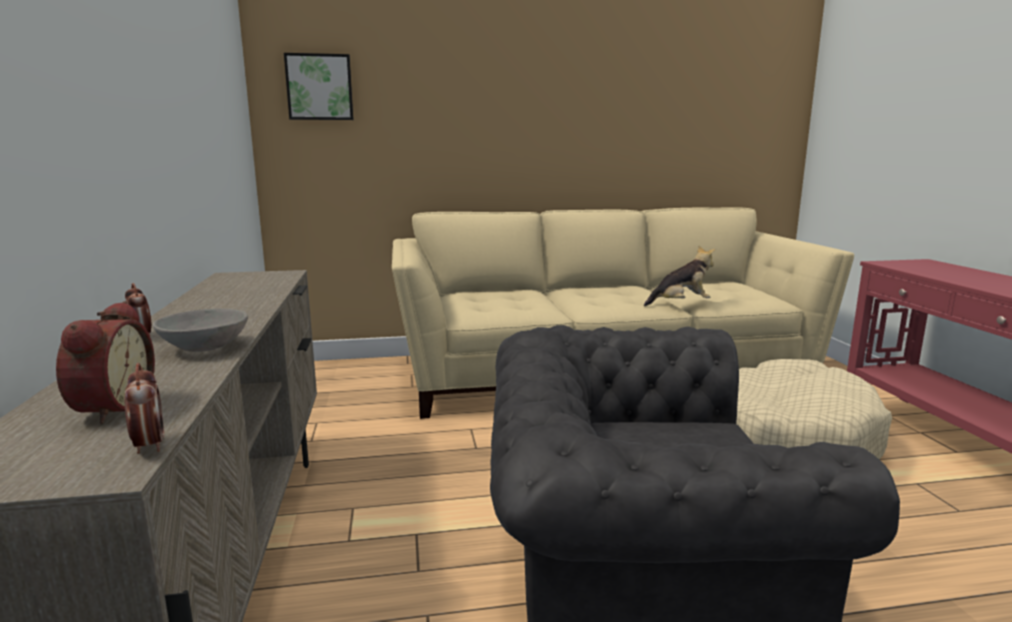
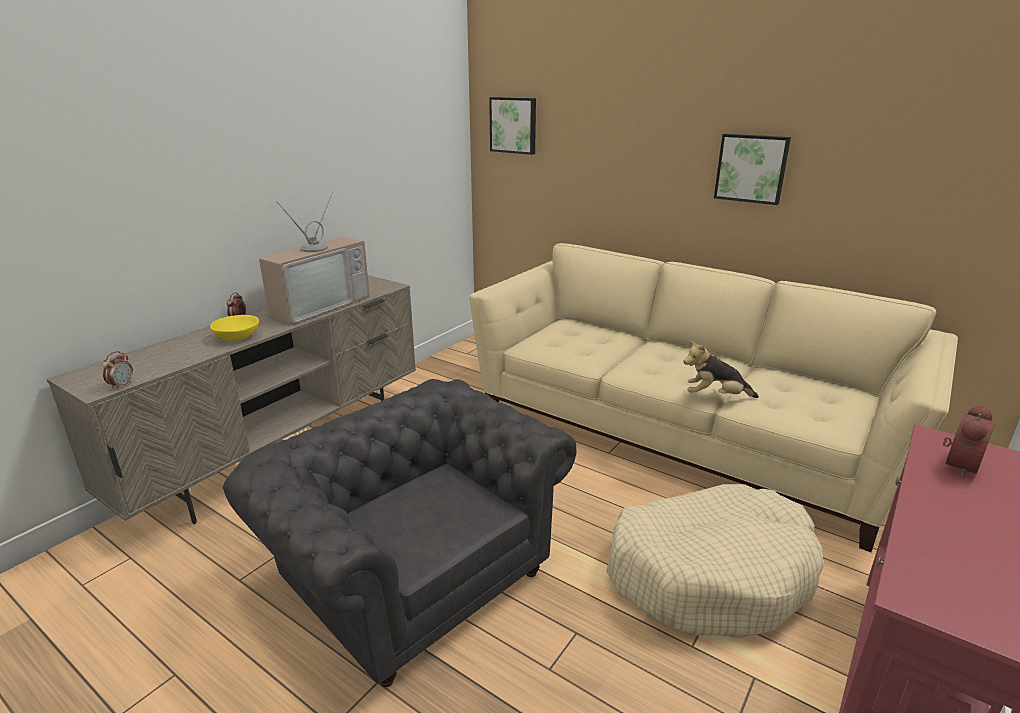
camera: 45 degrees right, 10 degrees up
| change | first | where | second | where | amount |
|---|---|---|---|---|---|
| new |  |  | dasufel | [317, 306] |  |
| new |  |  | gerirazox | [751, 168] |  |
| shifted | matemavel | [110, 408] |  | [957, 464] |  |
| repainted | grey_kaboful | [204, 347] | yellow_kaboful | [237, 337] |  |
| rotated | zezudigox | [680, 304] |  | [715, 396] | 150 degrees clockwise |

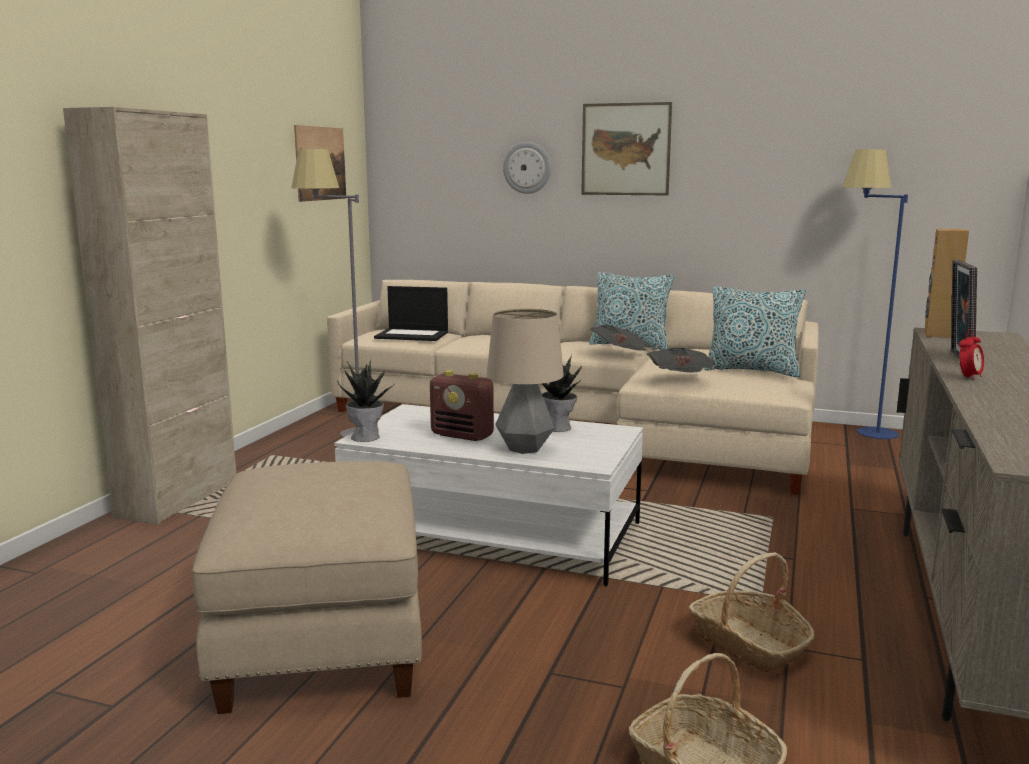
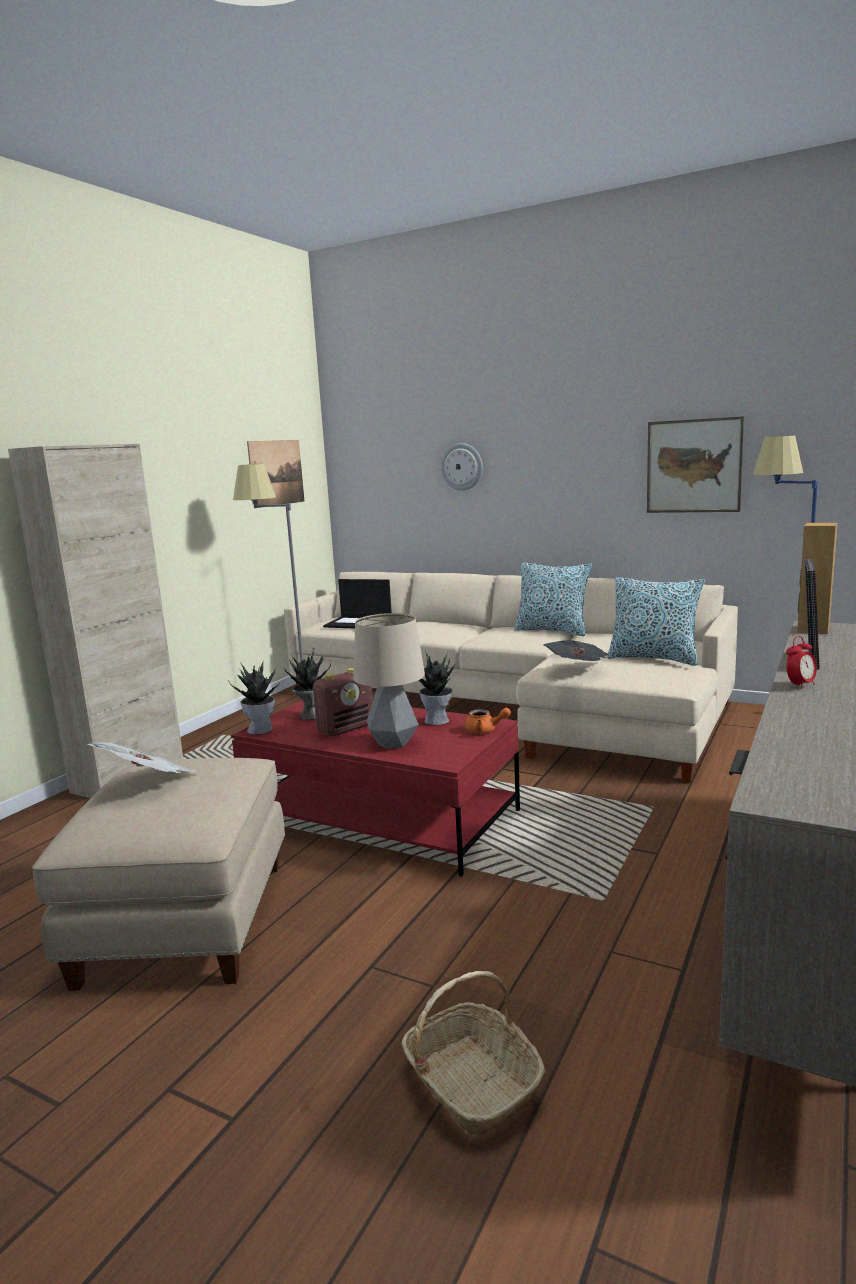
camera: 10 degrees right, 0 degrees up
| change | first | where | second | where | amount |
|---|---|---|---|---|---|
| gone | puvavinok | [749, 644] |  |  |  |
| new |  |  | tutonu | [311, 715] |  |
| new |  |  | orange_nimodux | [485, 730] |  |
| shifted | gerirazox | [626, 149] |  | [694, 466] |  |
| shifted | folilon | [621, 354] |  | [148, 782] |  |
| repainted | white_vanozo | [494, 534] | red_vanozo | [381, 818] |  |
| rotated | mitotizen | [463, 435] |  | [346, 728] | 75 degrees counterclockwise |

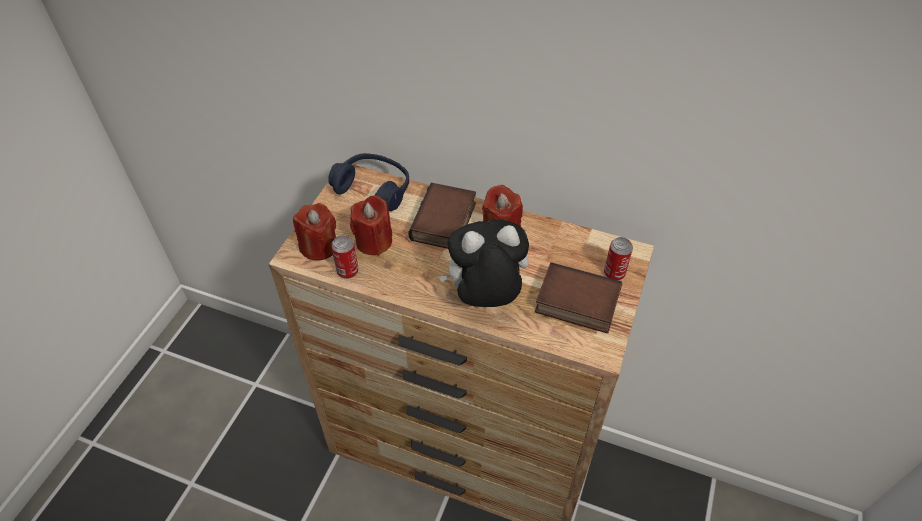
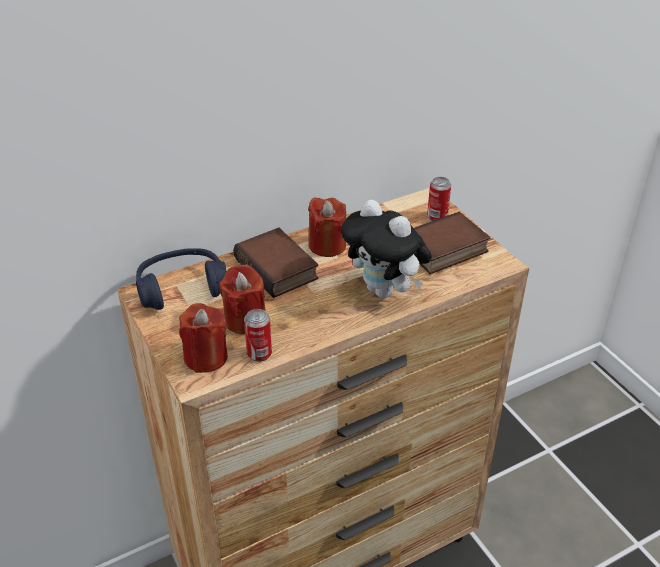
camera: 50 degrees left, 10 degrees down
| change | first | where | second | where | amount |
|---|---|---|---|---|---|
| rotated | zezudigox | [485, 297] |  | [385, 291] | 75 degrees counterclockwise |

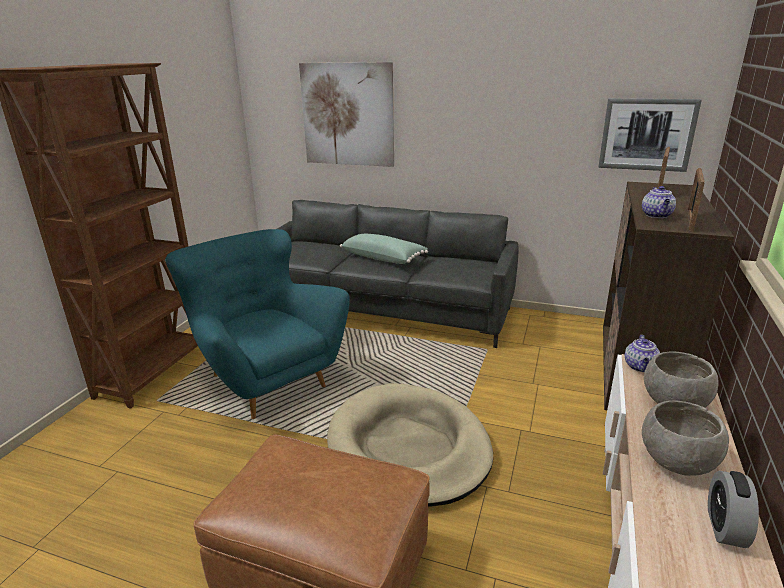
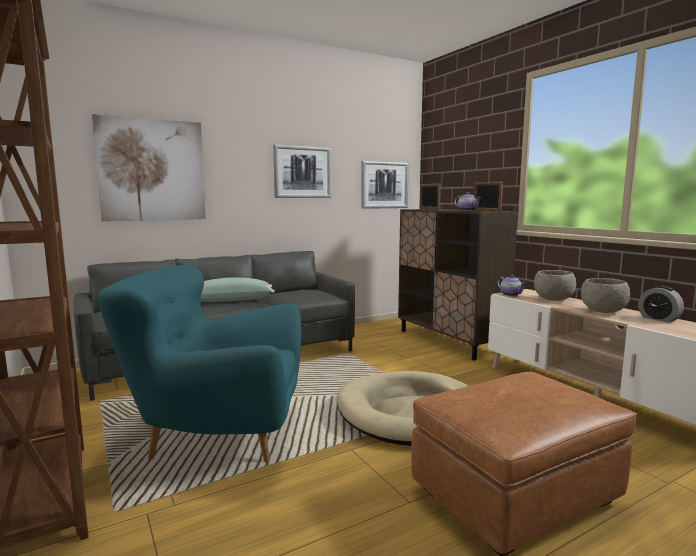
camera: 50 degrees left, 15 degrees down
| change | first | where | second | where | amount |
|---|---|---|---|---|---|
| new |  |  | gerirazox | [302, 172] |  |

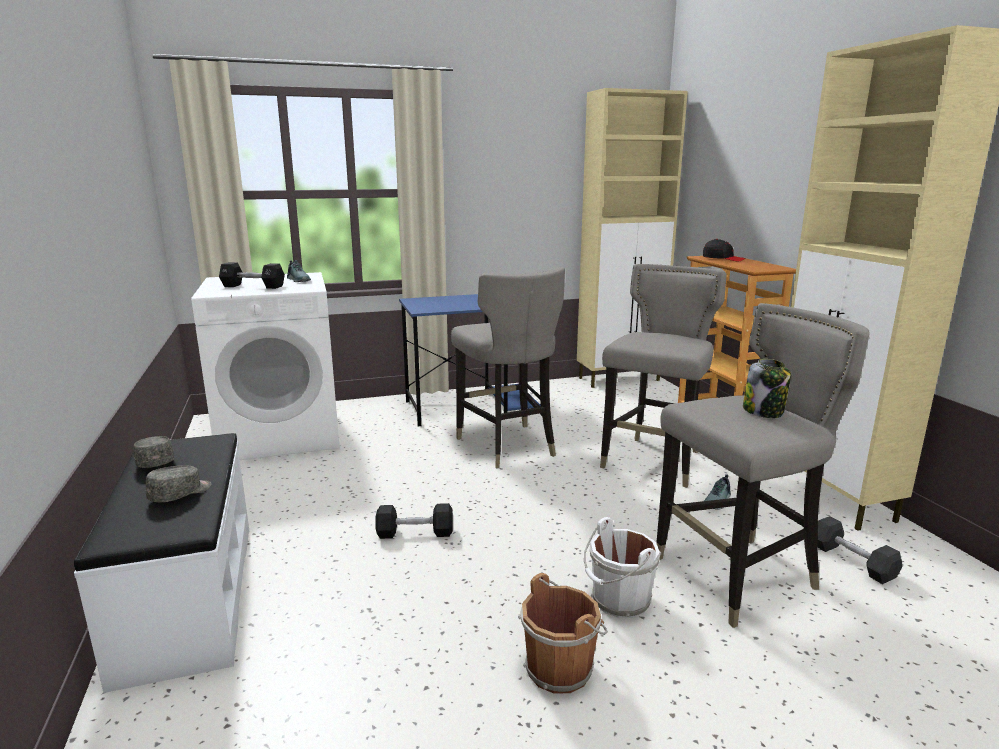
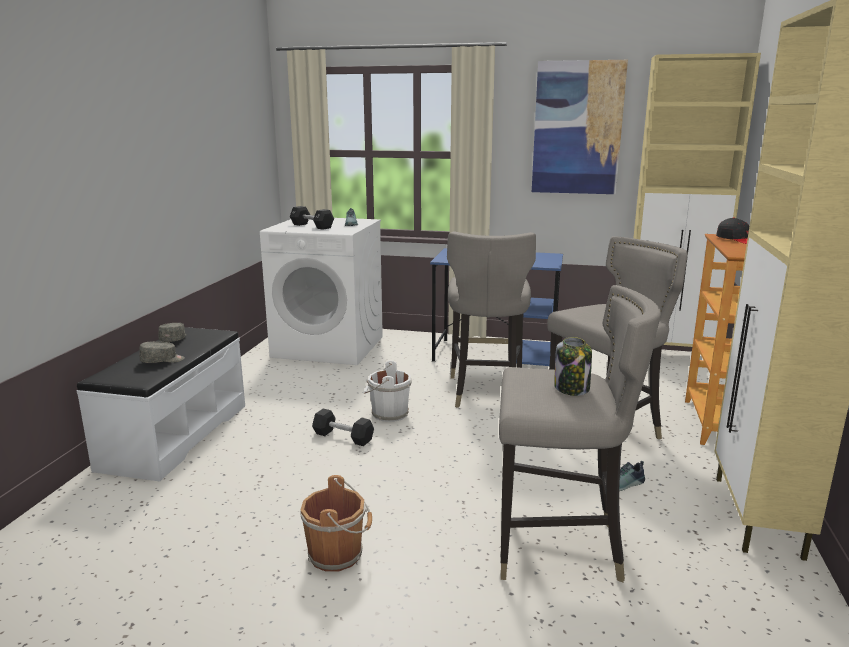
camera: 30 degrees right, 0 degrees up
| change | first | where | second | where | amount |
|---|---|---|---|---|---|
| gone | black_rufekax | [852, 561] |  |  |  |
| new |  |  | gerirazox | [577, 128] |  |
| shifted | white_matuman | [618, 601] |  | [388, 414] |  |

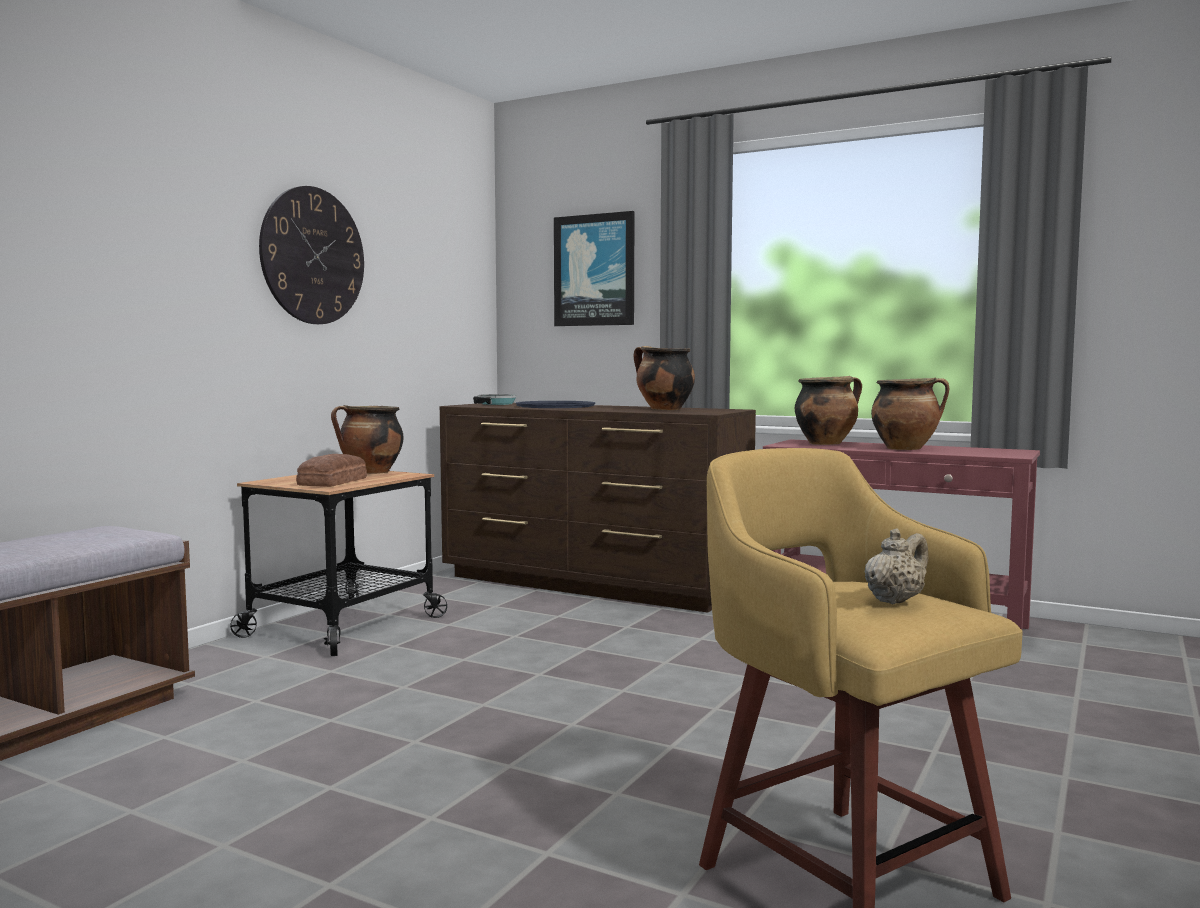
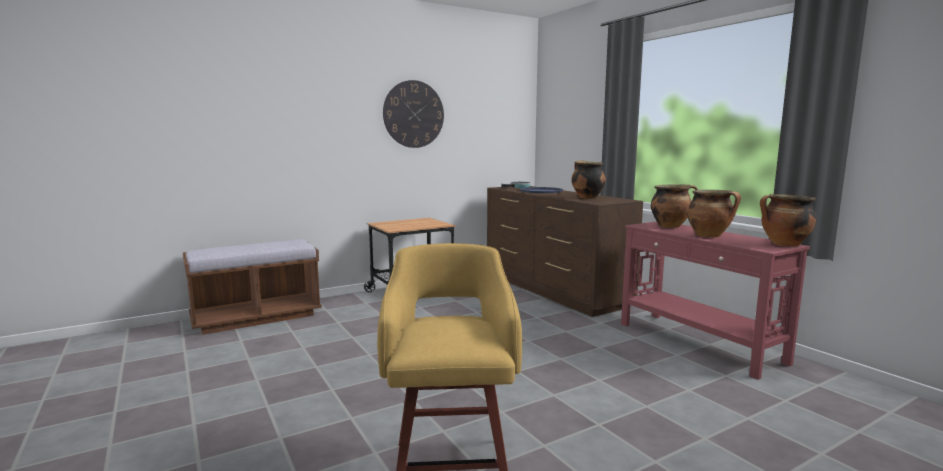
camera: 30 degrees right, 5 degrees up
| change | first | where | second | where | amount |
|---|---|---|---|---|---|
| gone | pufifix | [334, 482] |  |  |  |
| gone | gerirazox | [594, 270] |  |  |  |
| gone | beige_nimodux | [895, 600] |  |  |  |
| shifted | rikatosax | [370, 473] |  | [784, 244] |  |

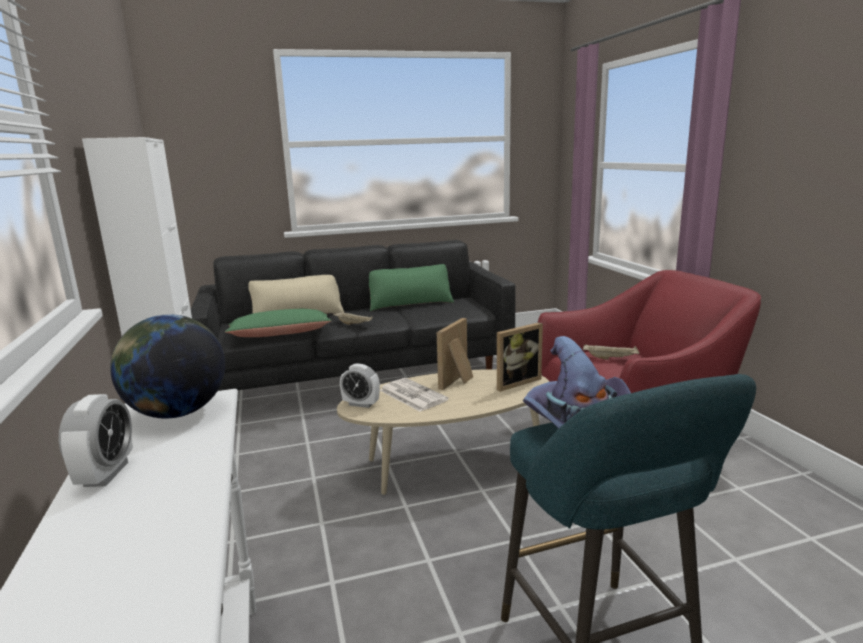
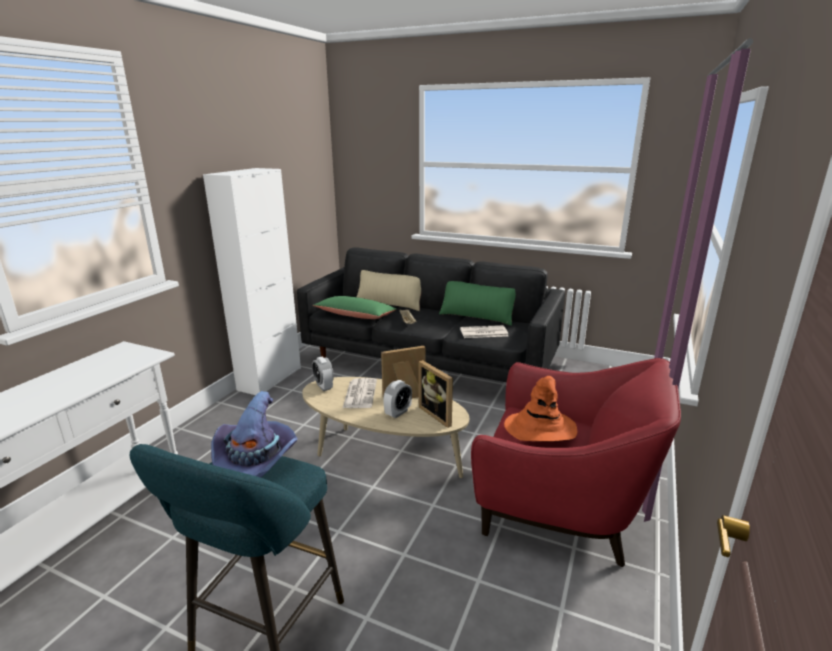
camera: 40 degrees right, 5 degrees up
| change | first | where | second | where | amount |
|---|---|---|---|---|---|
| gone | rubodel | [177, 413] |  |  |  |
| new |  |  | folilon | [483, 332] |  |
| shifted | matemavel | [106, 474] |  | [398, 413] |  |
| swapped | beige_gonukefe | [611, 358] | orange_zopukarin | [540, 428] |  |
| rotated | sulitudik | [515, 382] |  | [439, 414] | 45 degrees clockwise |

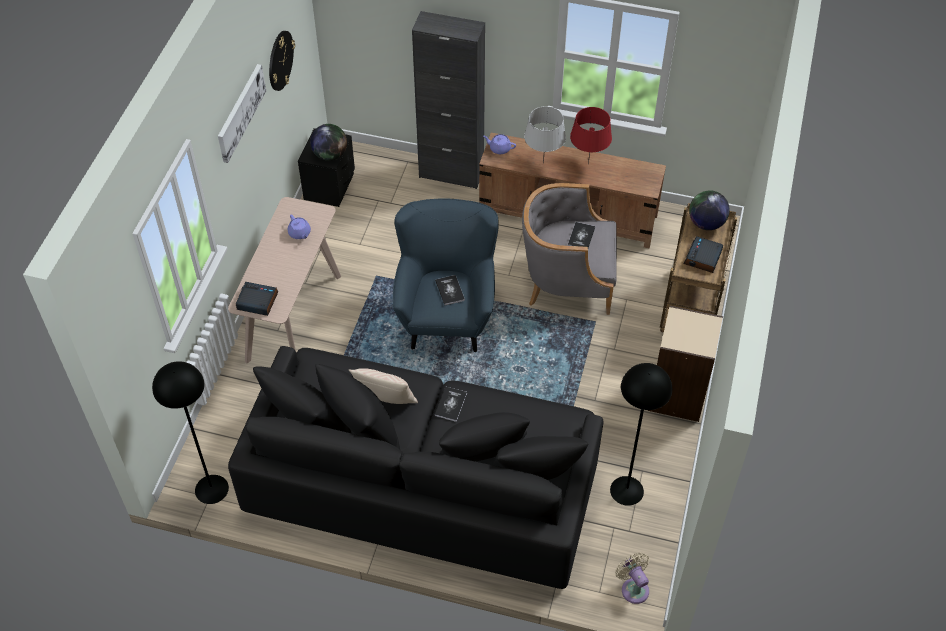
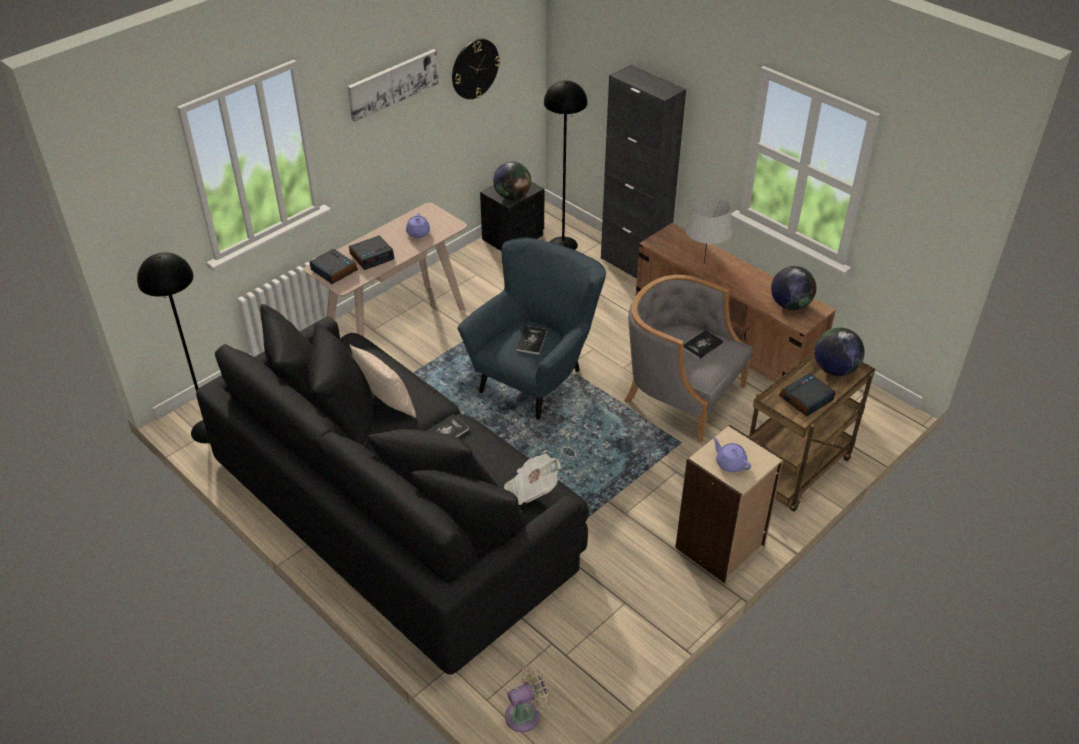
camera: 30 degrees right, 10 degrees down
| change | first | where | second | where | amount |
|---|---|---|---|---|---|
| gone | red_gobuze | [588, 164] |  |  |  |
| new |  |  | matemavel | [372, 256] |  |
| new |  |  | folilon | [532, 489] |  |
| new |  |  | rubodel | [790, 305] |  |
| shifted | purple_nimodux | [499, 148] |  | [730, 463] |  |
| shifted | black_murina | [626, 491] |  | [562, 245] |  |
| rotated | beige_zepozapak | [633, 588] |  | [526, 714] | 60 degrees clockwise |

